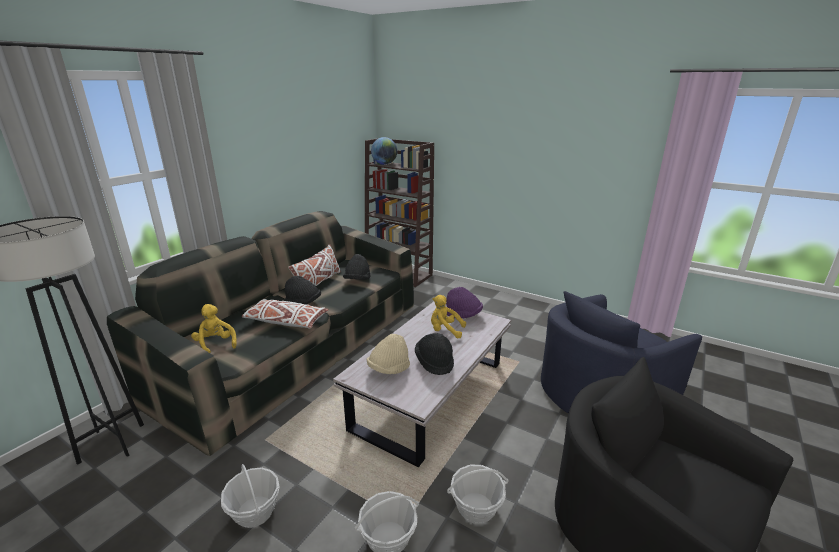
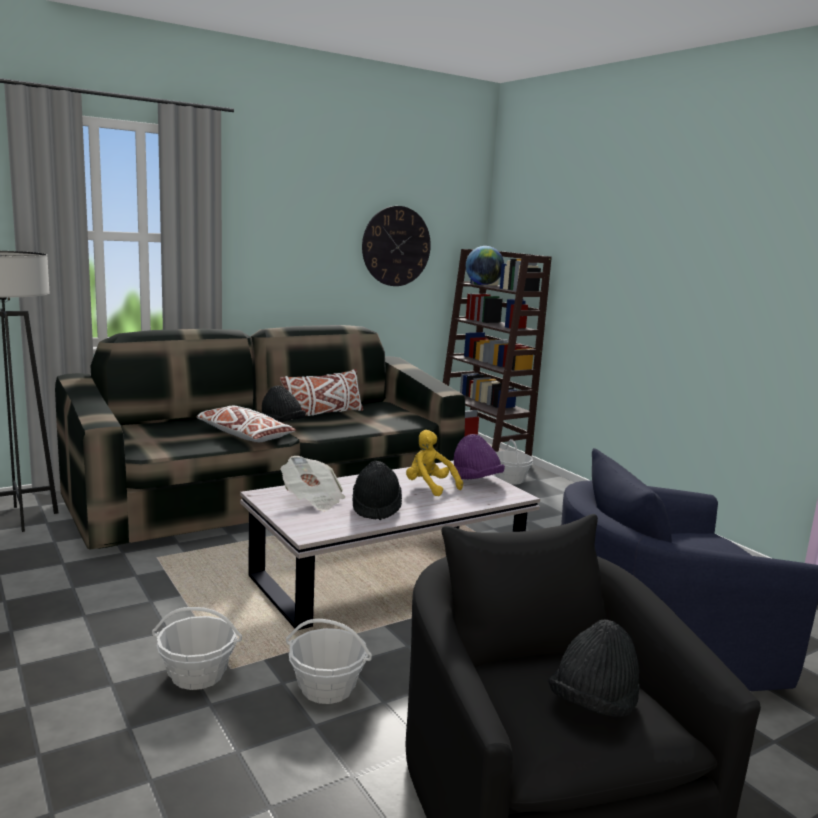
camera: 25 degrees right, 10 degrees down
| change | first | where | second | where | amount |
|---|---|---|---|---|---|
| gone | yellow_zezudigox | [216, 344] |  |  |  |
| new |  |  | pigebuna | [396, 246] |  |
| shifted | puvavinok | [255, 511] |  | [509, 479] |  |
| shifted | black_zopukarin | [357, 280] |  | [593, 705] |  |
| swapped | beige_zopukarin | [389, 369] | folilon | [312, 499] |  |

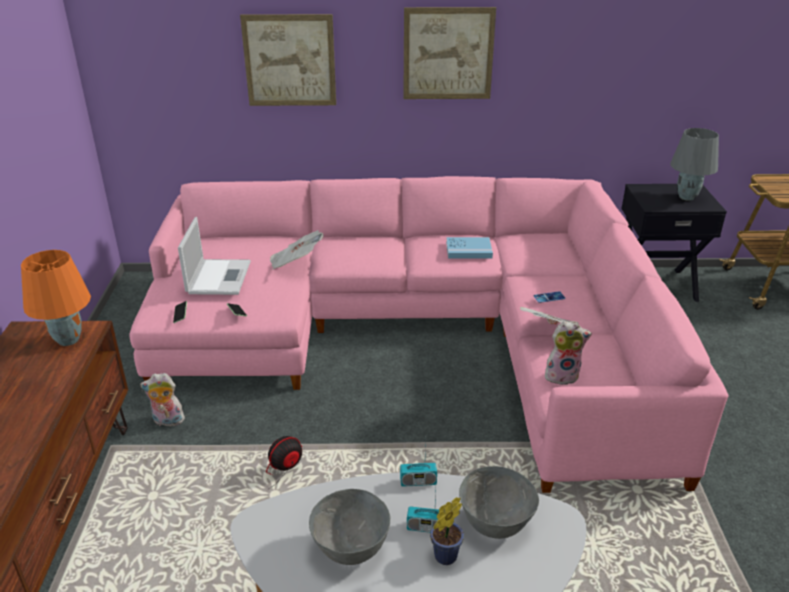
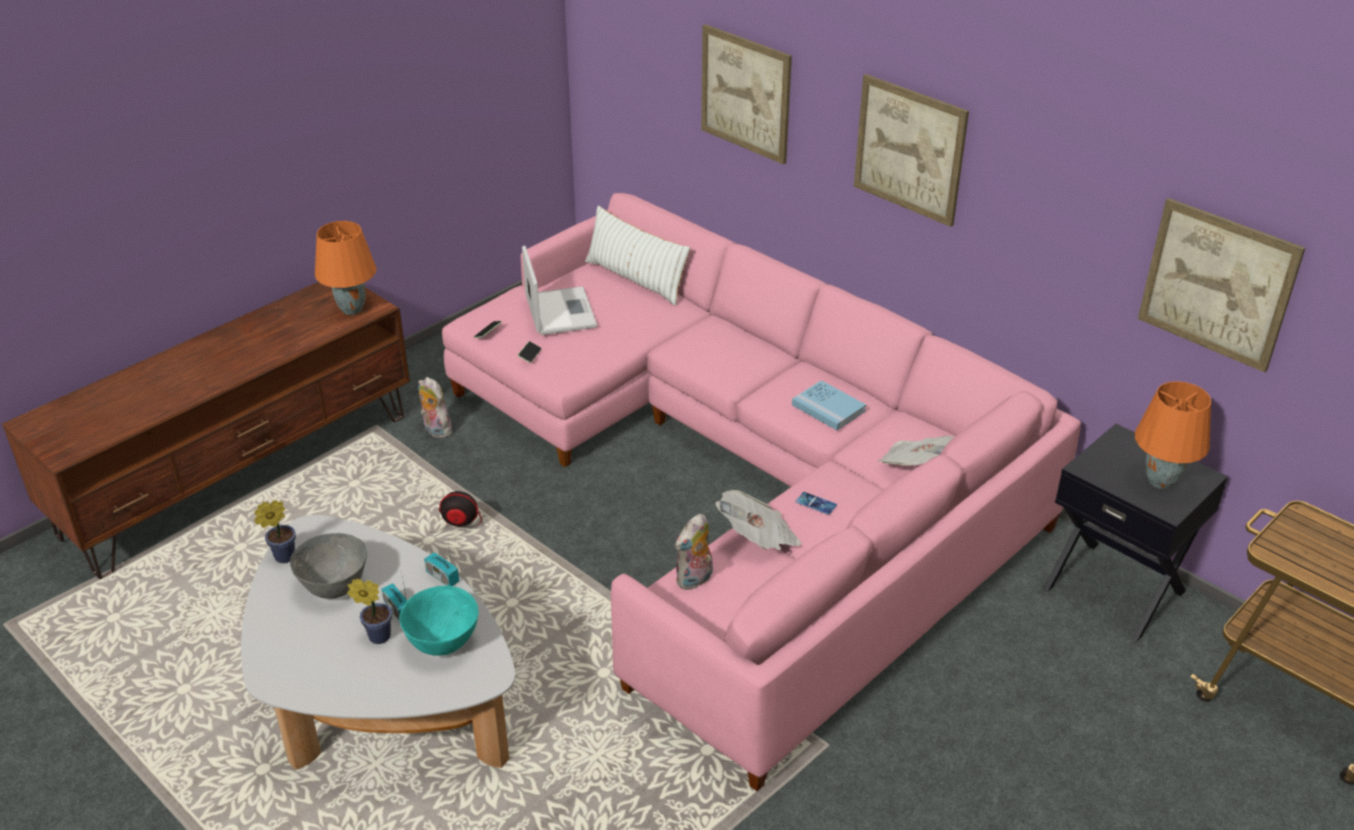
camera: 45 degrees right, 5 degrees up
| change | first | where | second | where | amount |
|---|---|---|---|---|---|
| new |  |  | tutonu | [282, 557] |  |
| new |  |  | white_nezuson | [635, 279] |  |
| new |  |  | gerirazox | [1217, 284] |  |
| shifted | folilon | [295, 263] |  | [915, 466] |  |
| repainted | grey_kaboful | [495, 524] | turquoise_kaboful | [442, 643] |  |
| repainted | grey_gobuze | [687, 197] | orange_gobuze | [1161, 482] |  |
| rotated | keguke | [219, 277] |  | [560, 311] | 60 degrees counterclockwise |
| rotated | zezudigox | [562, 375] |  | [695, 580] | 90 degrees clockwise |

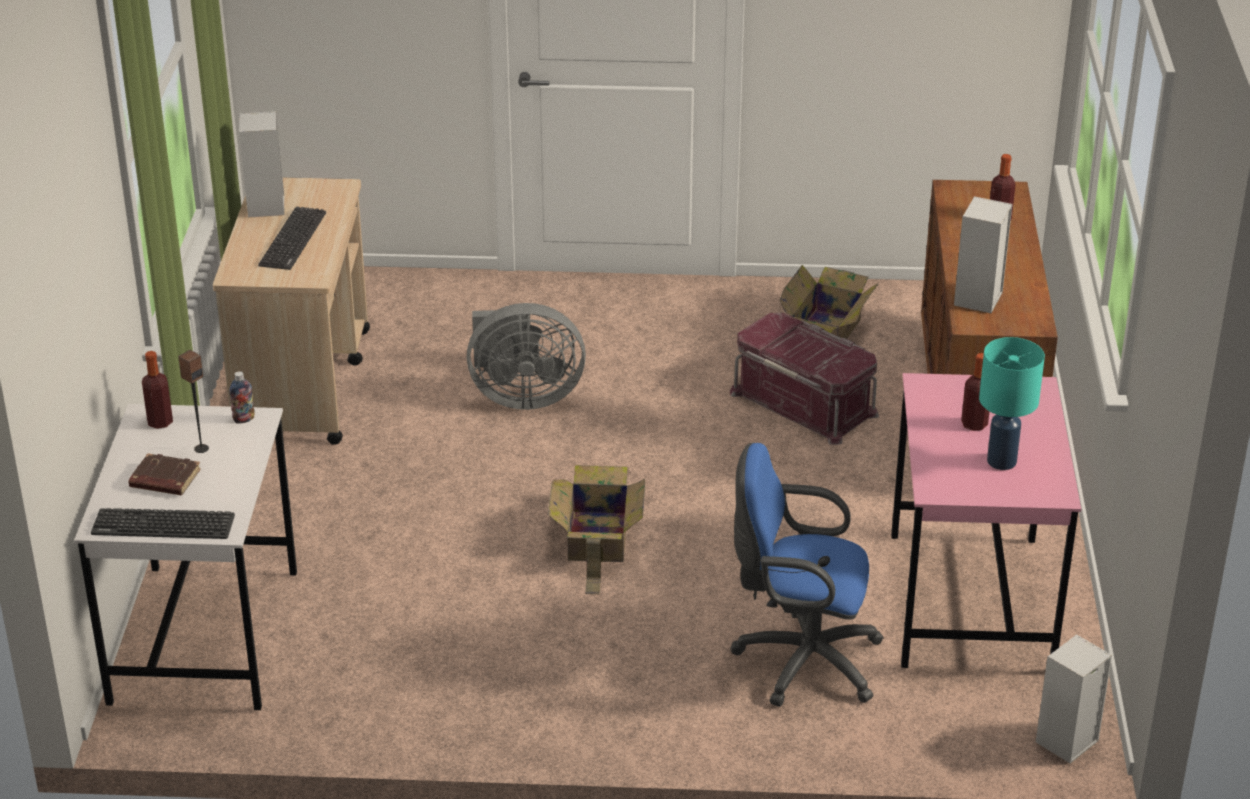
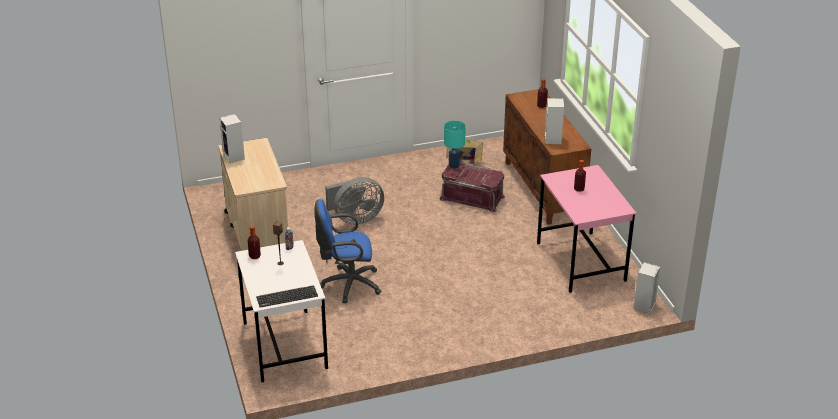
camera: 20 degrees left, 0 degrees up
| change | first | where | second | where | amount |
|---|---|---|---|---|---|
| gone | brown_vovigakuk | [164, 480] |  |  |  |
| gone | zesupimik | [293, 239] |  |  |  |
| gone | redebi | [596, 540] |  |  |  |
| shifted | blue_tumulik | [800, 660] |  | [347, 284] |  |
| shifted | turquoise_gobuze | [1001, 462] |  | [454, 166] |  |

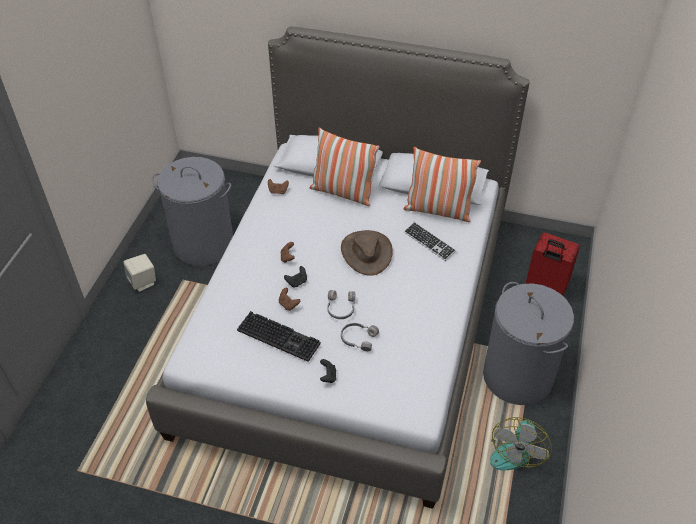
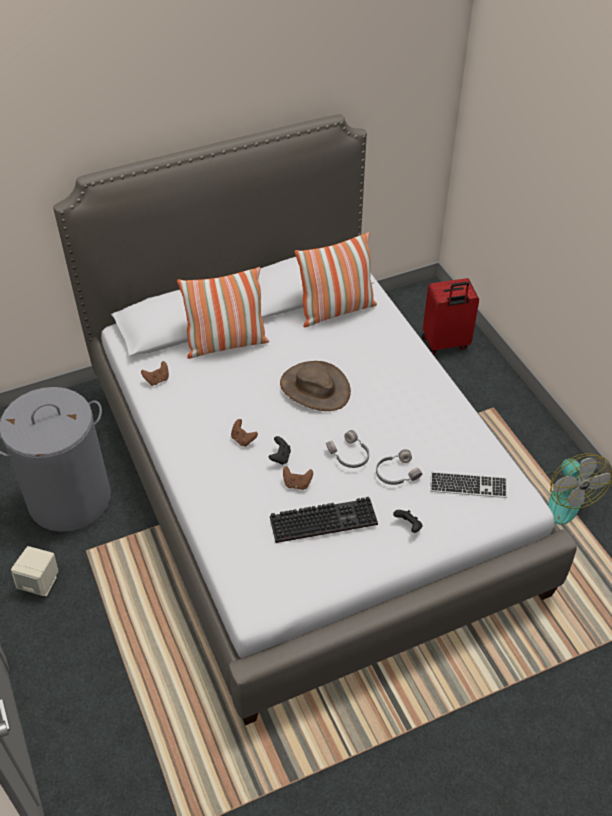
camera: 40 degrees left, 0 degrees up
| change | first | where | second | where | amount |
|---|---|---|---|---|---|
| gone | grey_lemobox | [518, 376] |  |  |  |
| shifted | zesupimik | [429, 242] |  | [468, 486] |  |

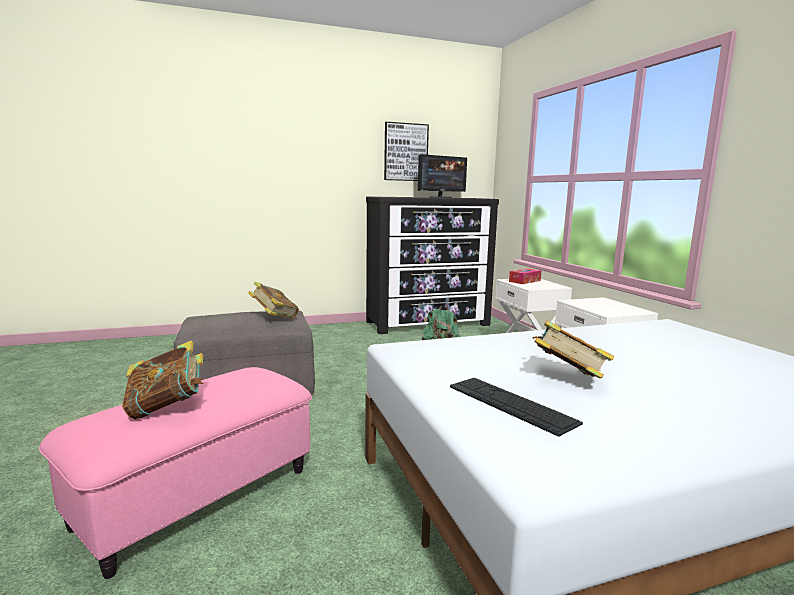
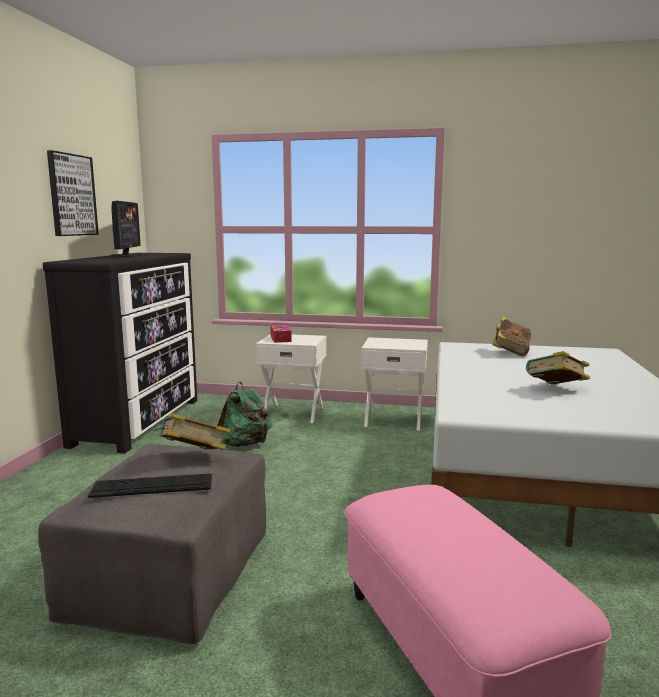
camera: 60 degrees left, 0 degrees up
| change | first | where | second | where | amount |
|---|---|---|---|---|---|
| shifted | vovigakuk | [167, 407] |  | [510, 352] |  |
| shifted | zesupimik | [510, 404] |  | [152, 486] |  |

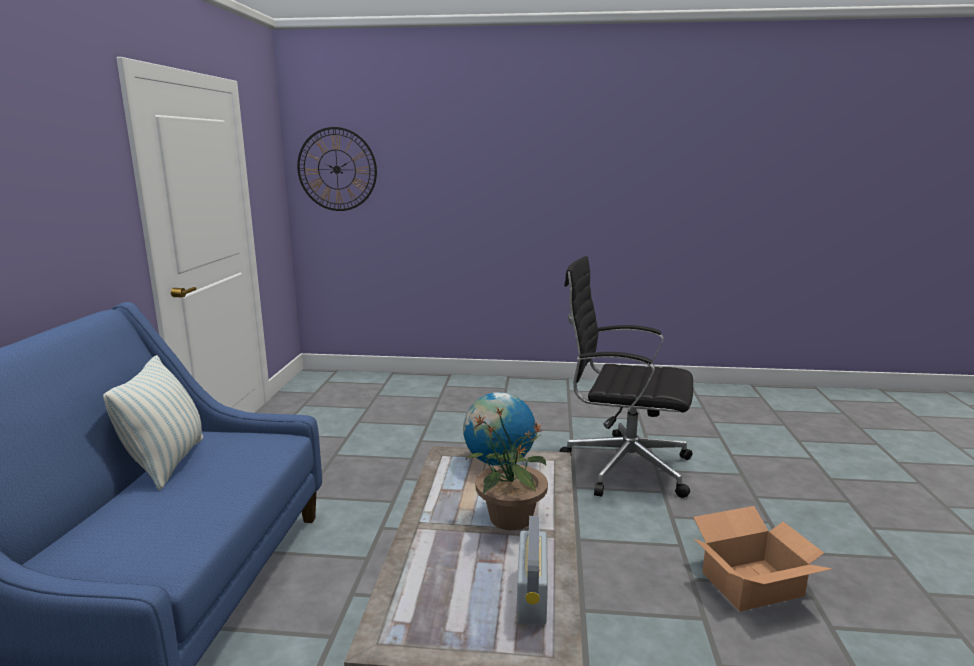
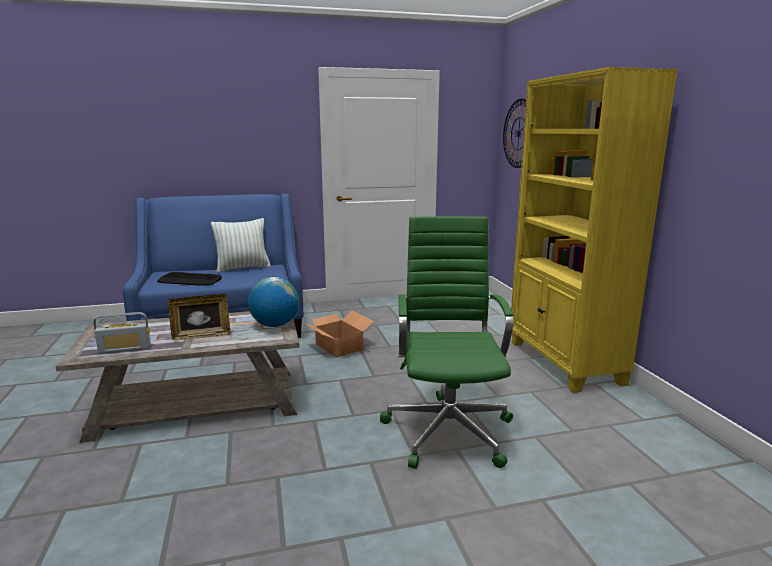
camera: 70 degrees right, 0 degrees up
| change | first | where | second | where | amount |
|---|---|---|---|---|---|
| new |  |  | zesupimik | [190, 280] |  |
| new |  |  | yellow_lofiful | [564, 363] |  |
| shifted | redebi | [750, 583] |  | [339, 346] |  |
| swapped | tutonu | [510, 518] | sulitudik | [201, 336] |  |
| repainted | black_tumulik | [623, 466] | green_tumulik | [448, 429] |  |

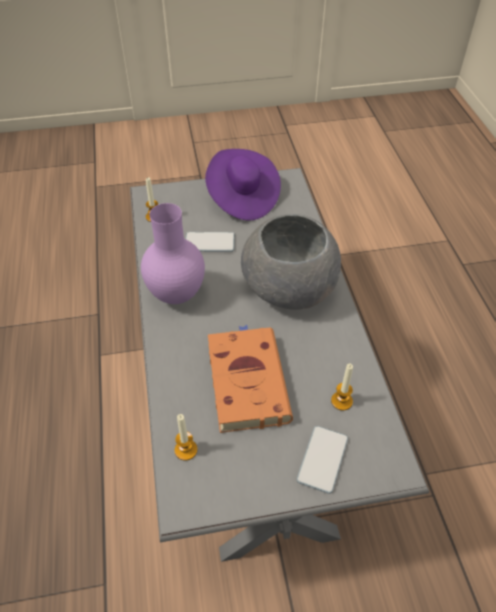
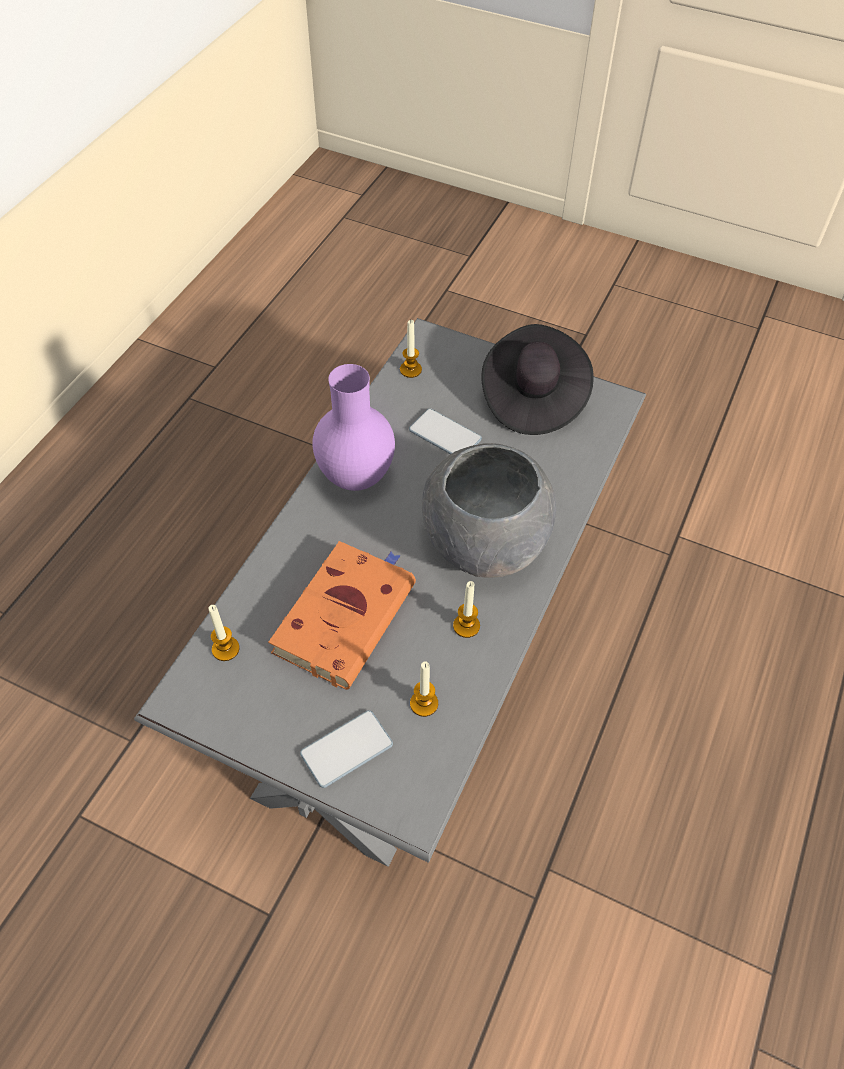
camera: 35 degrees right, 5 degrees up
| change | first | where | second | where | amount |
|---|---|---|---|---|---|
| new |  |  | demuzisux | [466, 626] |  |
| repainted | purple_zopukarin | [242, 198] | black_zopukarin | [532, 398] |  |

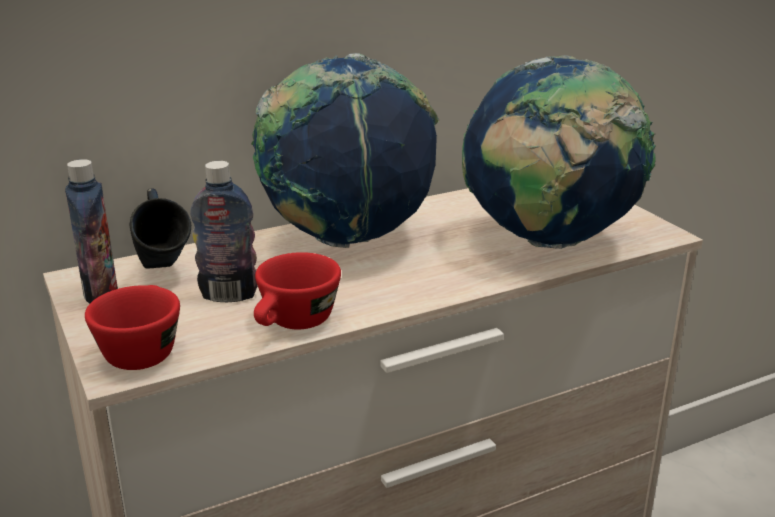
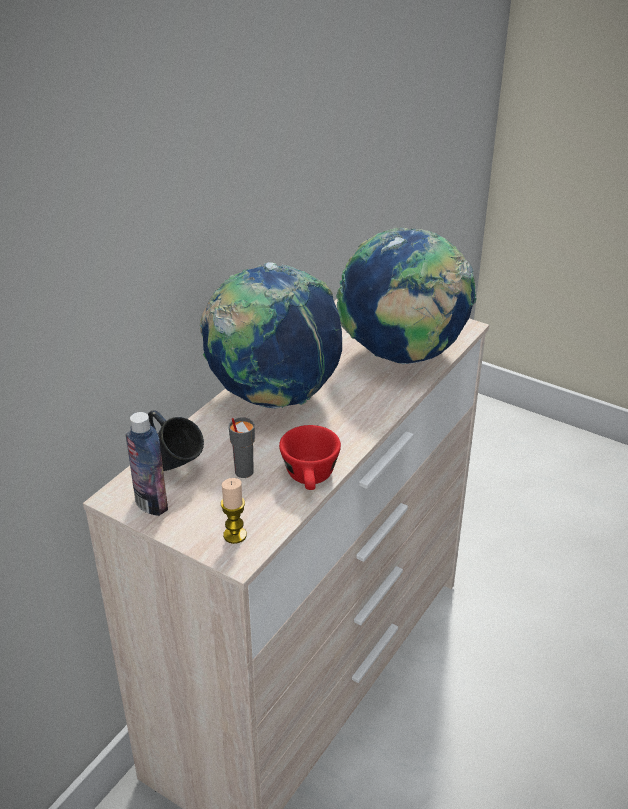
camera: 30 degrees left, 10 degrees up
| change | first | where | second | where | amount |
|---|---|---|---|---|---|
| swapped | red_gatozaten | [142, 349] | demuzisux | [235, 535] |  |
| swapped | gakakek | [229, 295] | grey_gatozaten | [243, 472] |  |

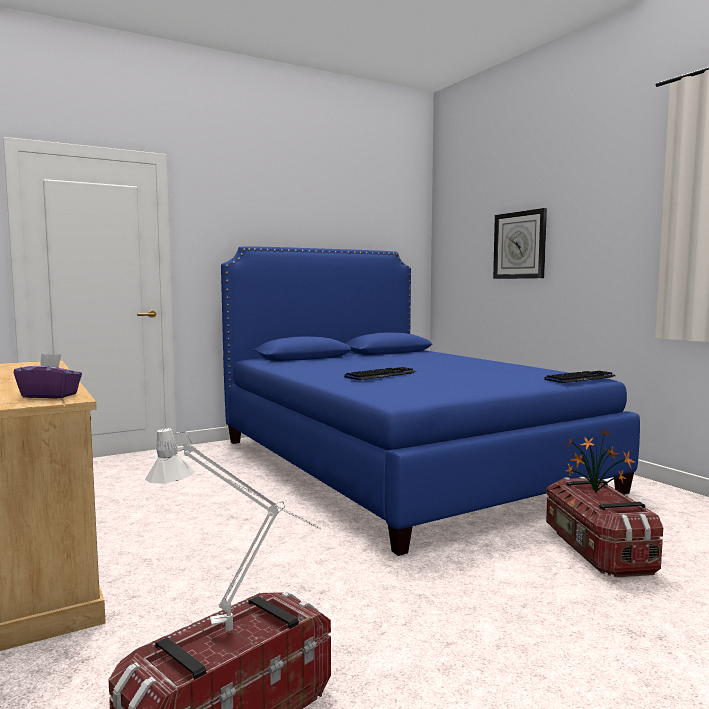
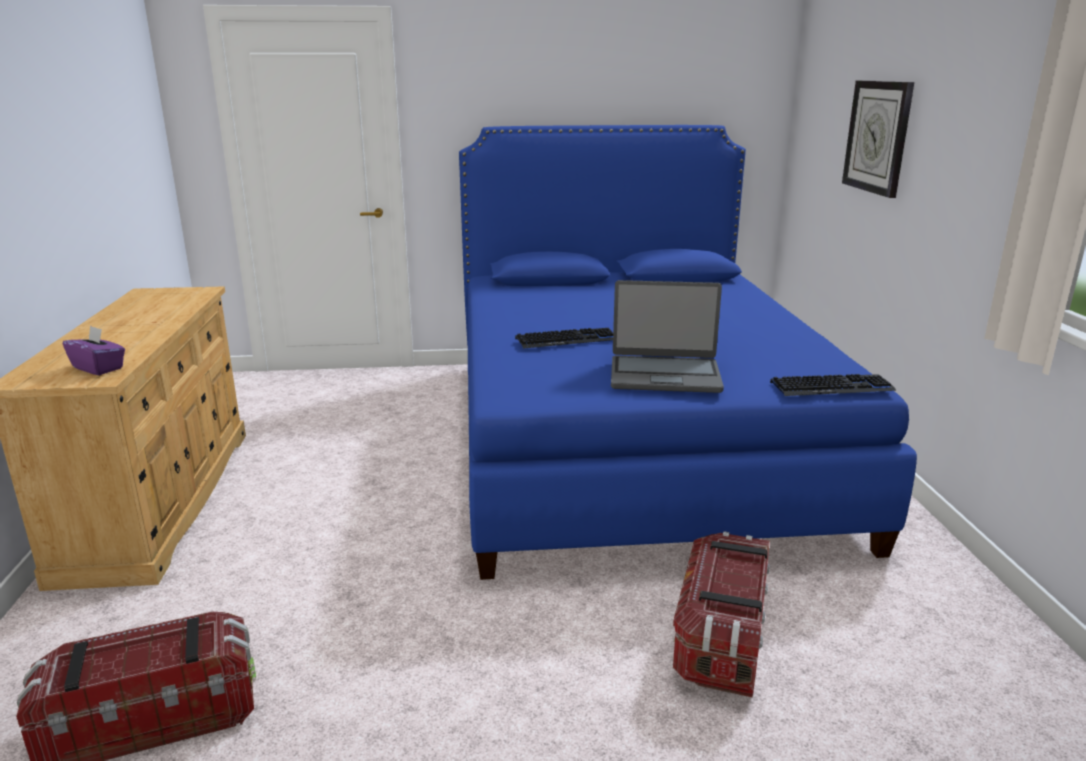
camera: 25 degrees right, 15 degrees up
| change | first | where | second | where | amount |
|---|---|---|---|---|---|
| gone | grey_gobuze | [240, 630] |  |  |  |
| gone | tutonu | [597, 493] |  |  |  |
| new |  |  | keguke | [664, 375] |  |

